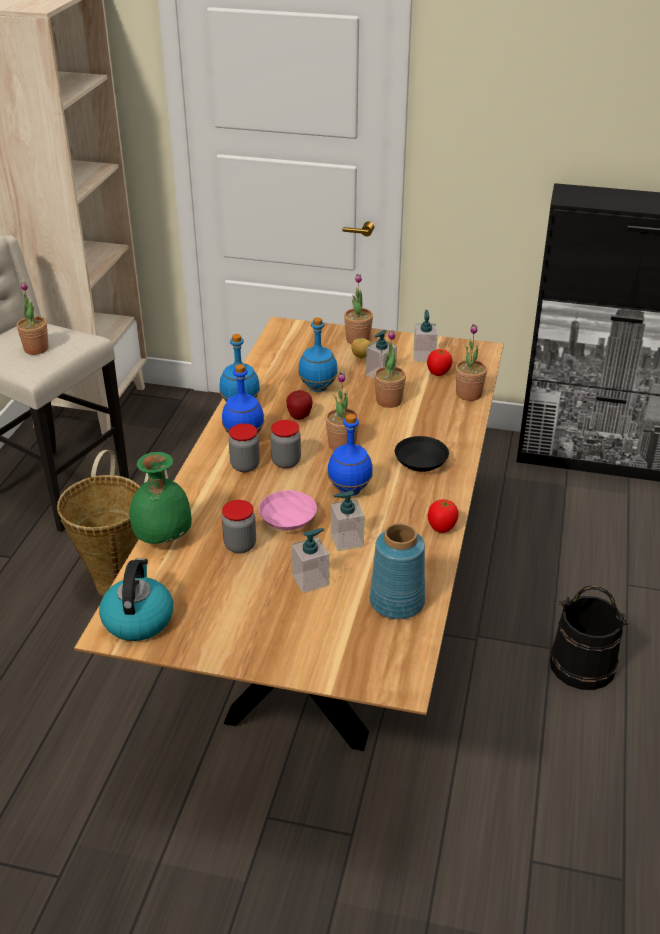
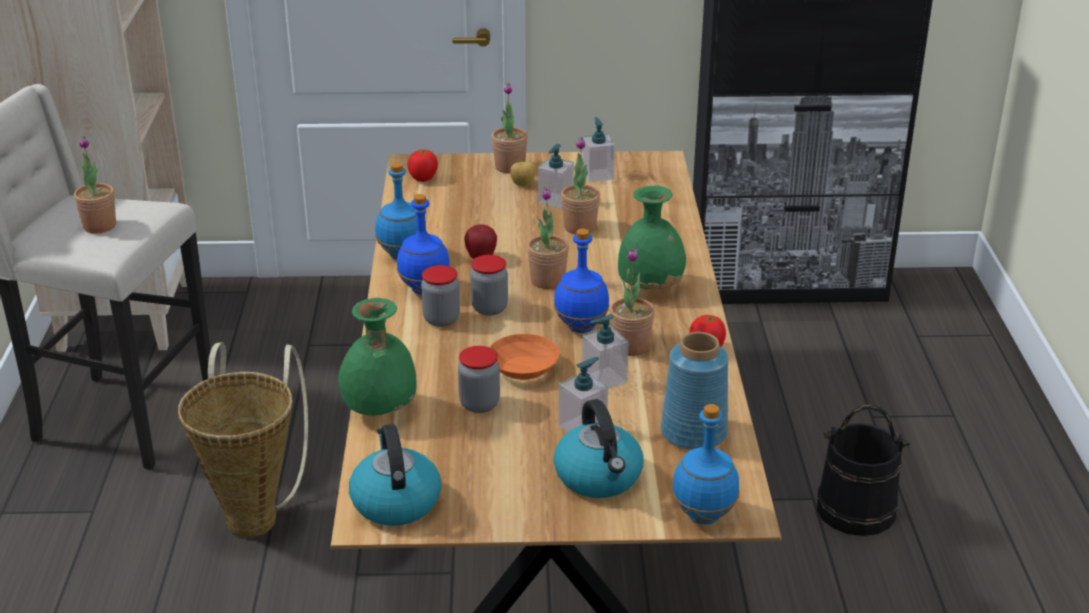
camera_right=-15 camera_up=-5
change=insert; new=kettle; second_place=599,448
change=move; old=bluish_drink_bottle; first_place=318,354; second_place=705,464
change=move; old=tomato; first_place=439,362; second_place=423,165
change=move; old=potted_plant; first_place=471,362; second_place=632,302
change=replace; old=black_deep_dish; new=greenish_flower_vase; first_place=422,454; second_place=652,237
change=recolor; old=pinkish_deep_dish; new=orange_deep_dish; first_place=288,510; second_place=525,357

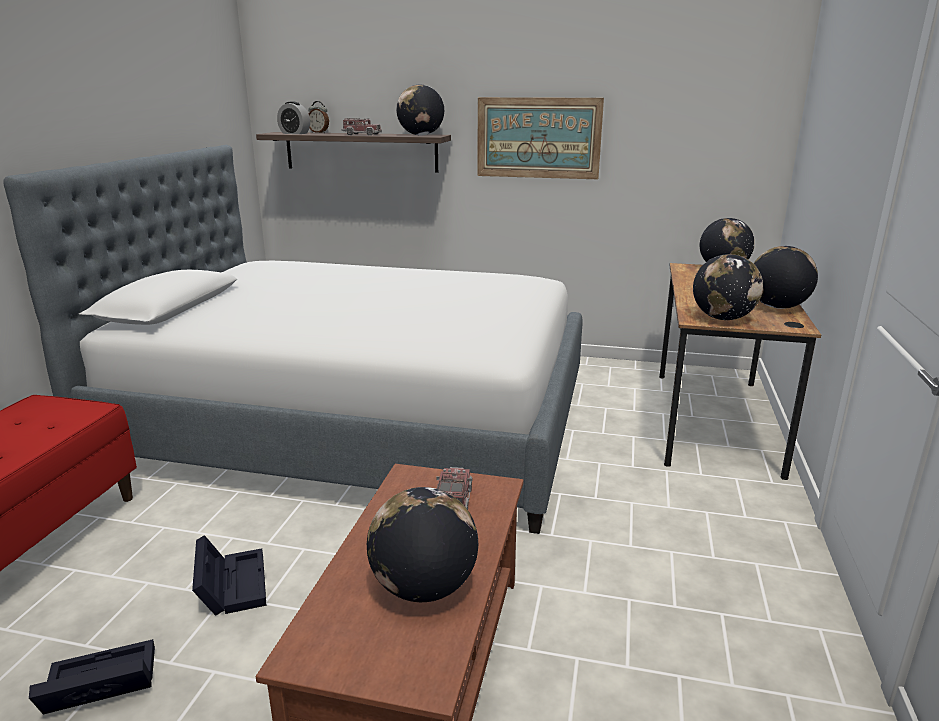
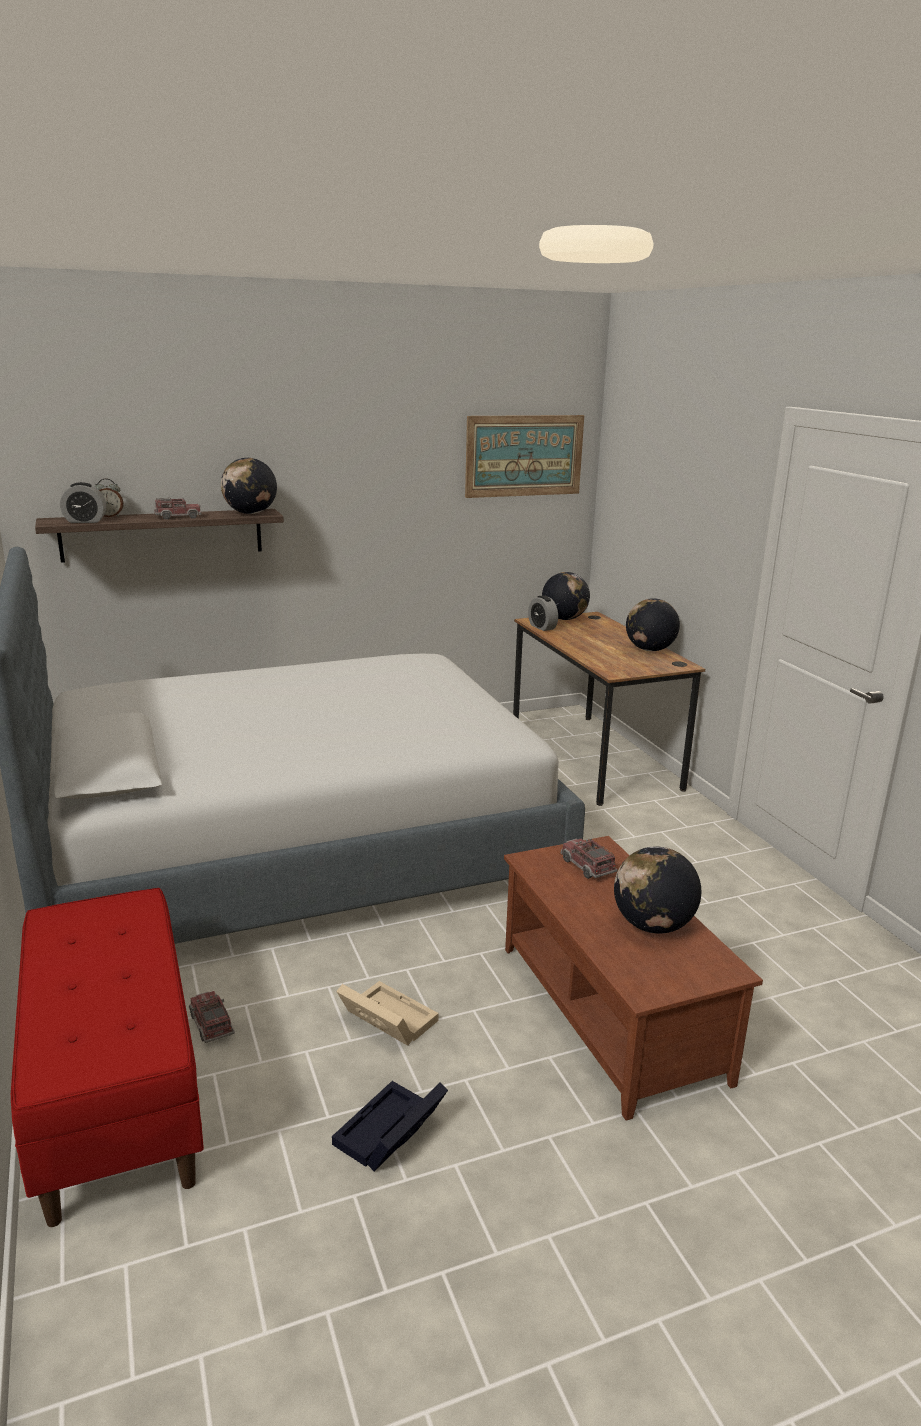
camera_right=-35 camera_up=0
change=delete; old=globe; first_place=728,287
change=insert; new=toy_truck; second_place=212,1017
change=insert; new=bedside_clock; second_place=543,613
change=move; old=wall_art; first_place=540,138; second_place=524,456
change=recolor; old=black_storage_container; new=beige_storage_container; first_place=229,575; second_place=387,1013

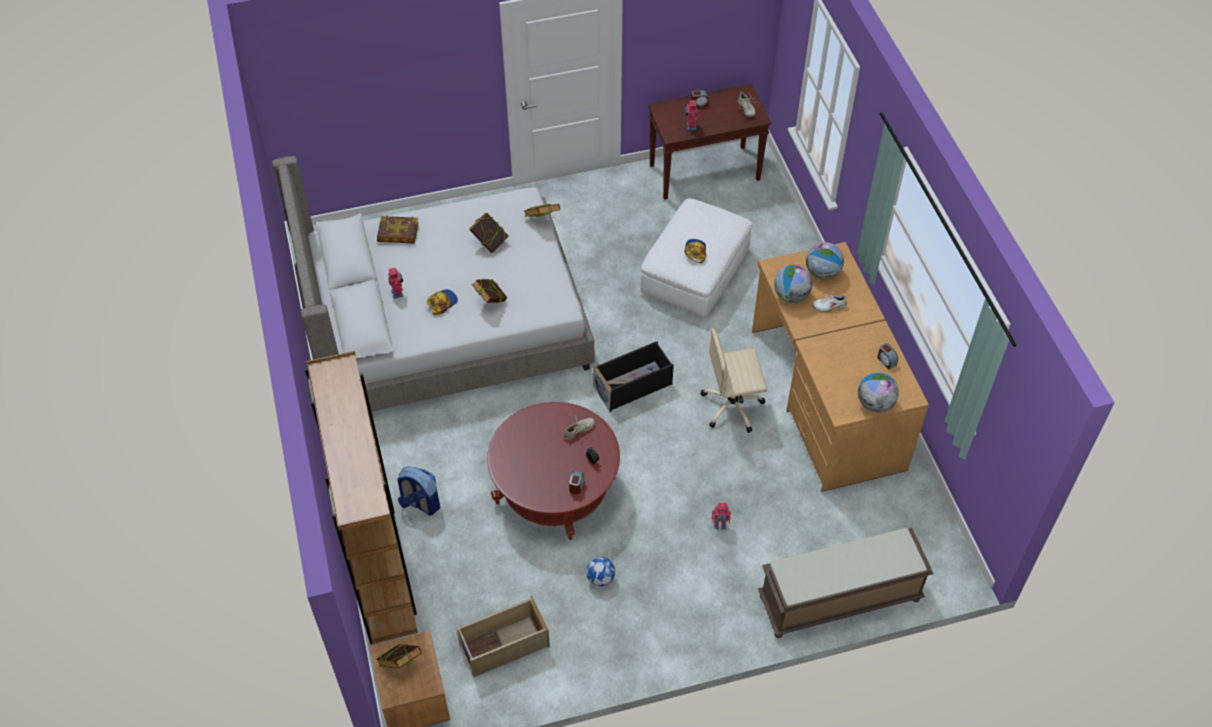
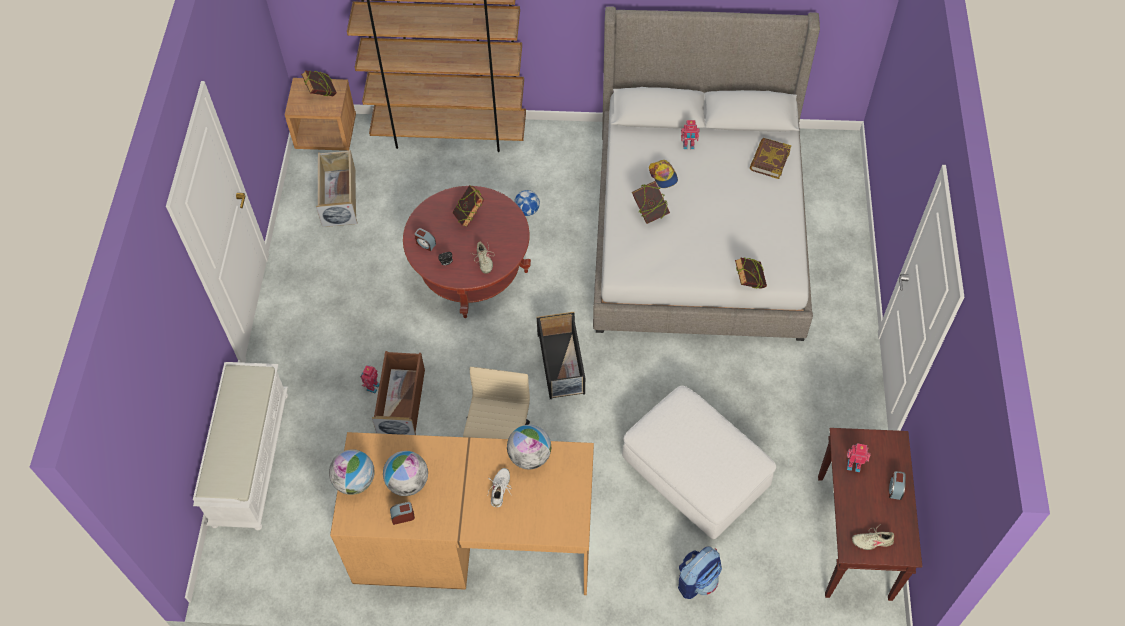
camera_right=110 camera_up=5
change=delete; old=baseball_cap; first_place=695,251
change=insert; new=brown-coloured_storage_container; second_place=398,393
change=move; old=backpack; first_place=418,490; second_place=700,573
change=move; old=volume; first_place=489,233; second_place=468,206
change=move; old=football_ball; first_place=600,571; second_place=527,203
change=move; old=globe; first_place=825,261; second_place=405,473
change=recolor; old=brown-coloured_indoor_bench; new=white_indoor_bench; first_place=846,583; second_place=240,446

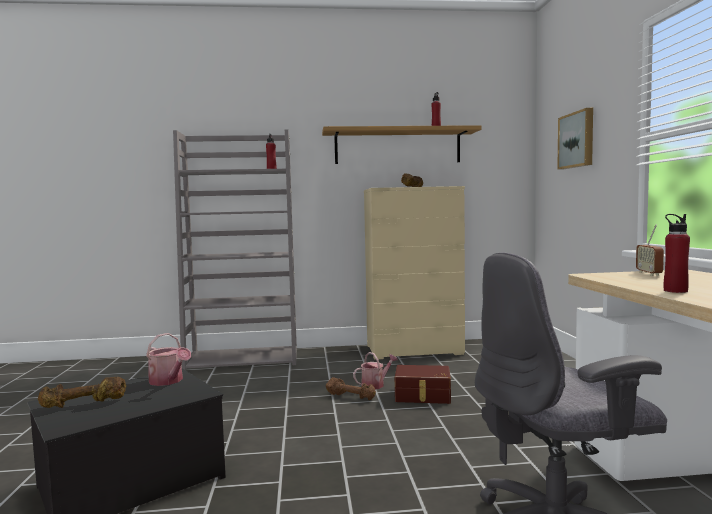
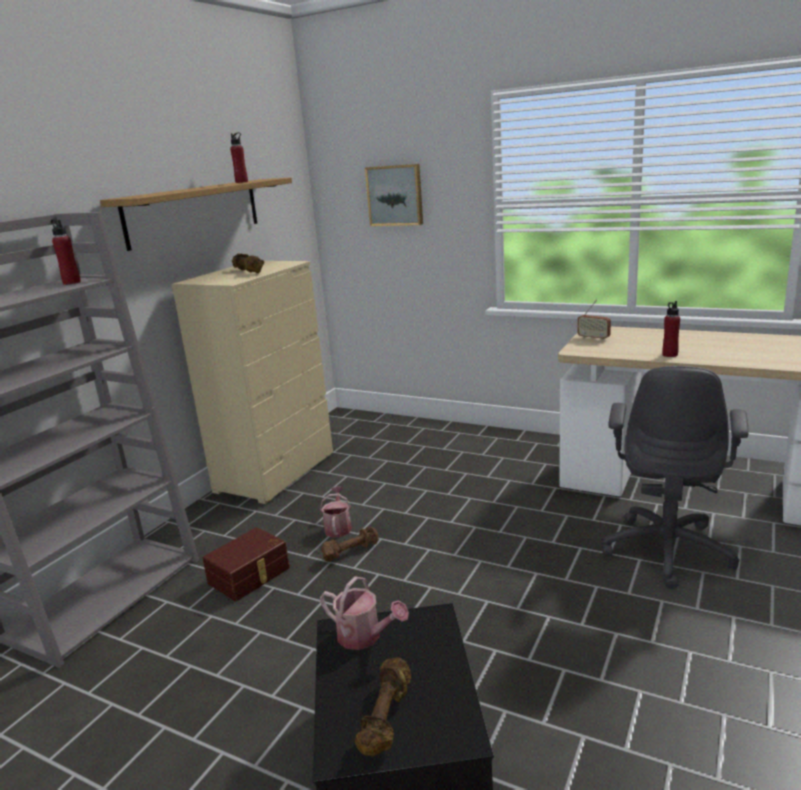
camera_right=-55 camera_up=15
change=move; old=brown-coloured_storage_container; first_place=423,384; second_place=246,564
change=rotate; old=watering_pot; first_place=168,359; second_place=364,613; degrees=45

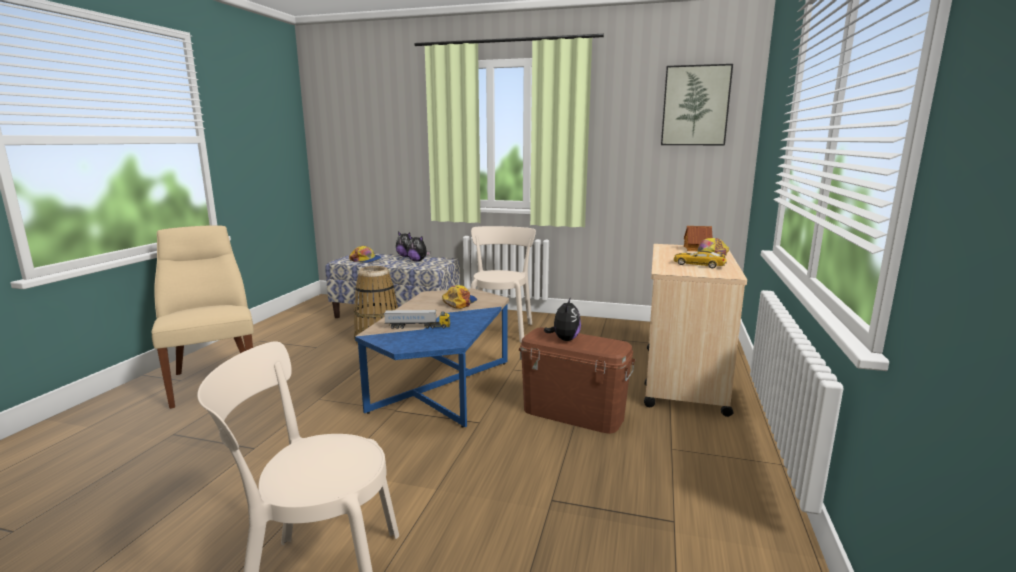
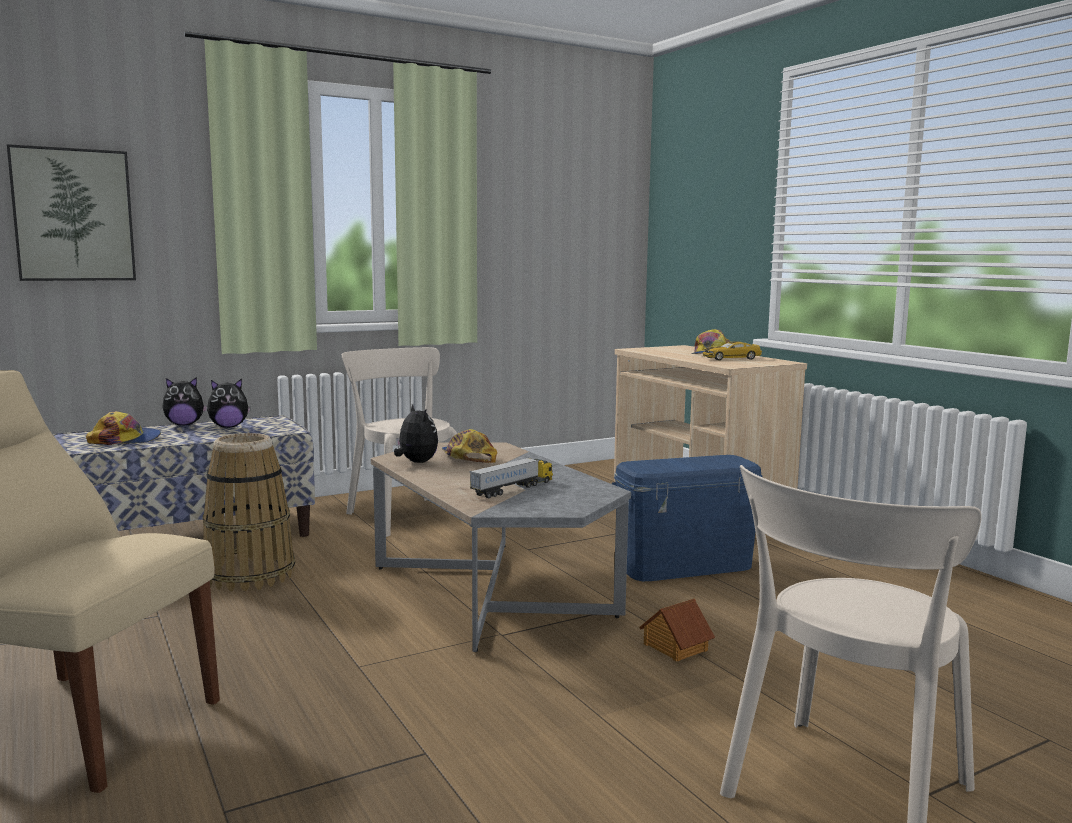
camera_right=-45 camera_up=-5
change=move; old=soft_toy; first_place=562,319; second_place=416,433
change=move; old=wall_art; first_place=697,104; second_place=71,212
change=move; old=model_house; first_place=698,238; second_place=677,629
change=recolor; old=bluish_coffee_table; new=gray_coffee_table; first_place=432,358; second_place=501,547
change=recolor; old=brown-coloured_storage_container; new=bluish_storage_container; first_place=577,380; second_place=687,518

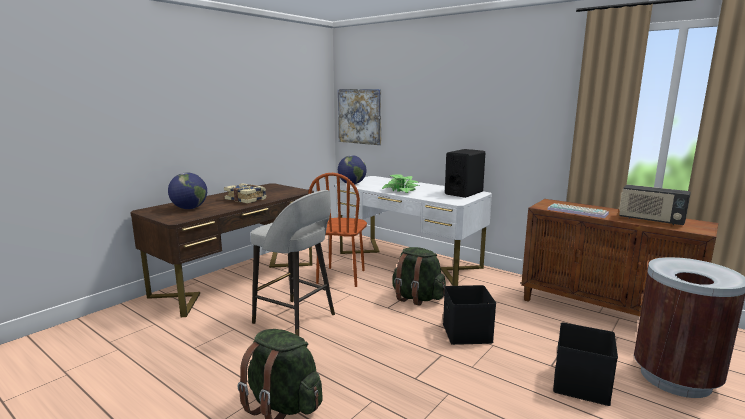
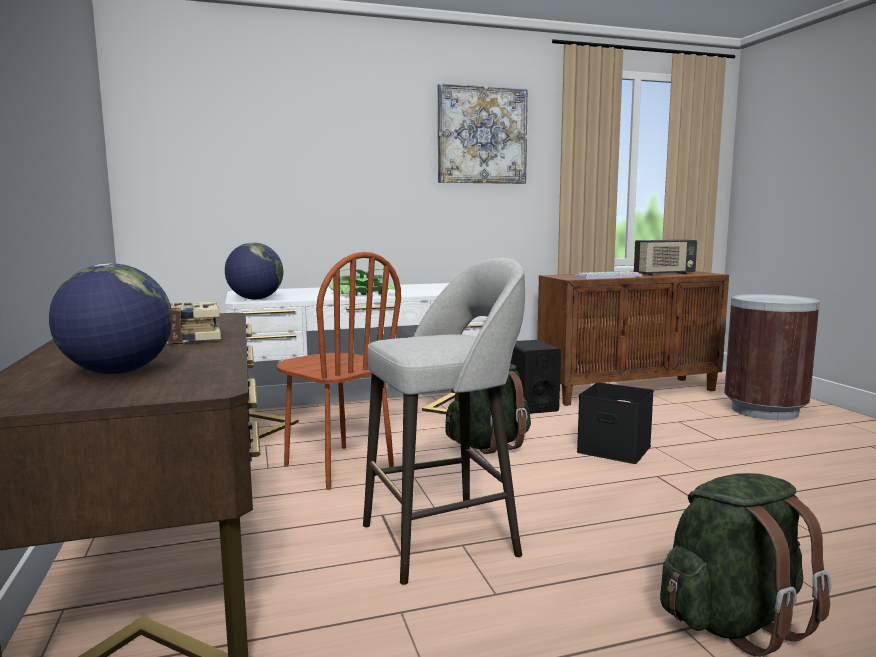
camera_right=-55 camera_up=-5
change=delete; old=black_storage_container; first_place=585,364
change=move; old=wall_art; first_place=359,117; second_place=483,133
change=move; old=black_speaker; first_place=465,173; second_place=535,377

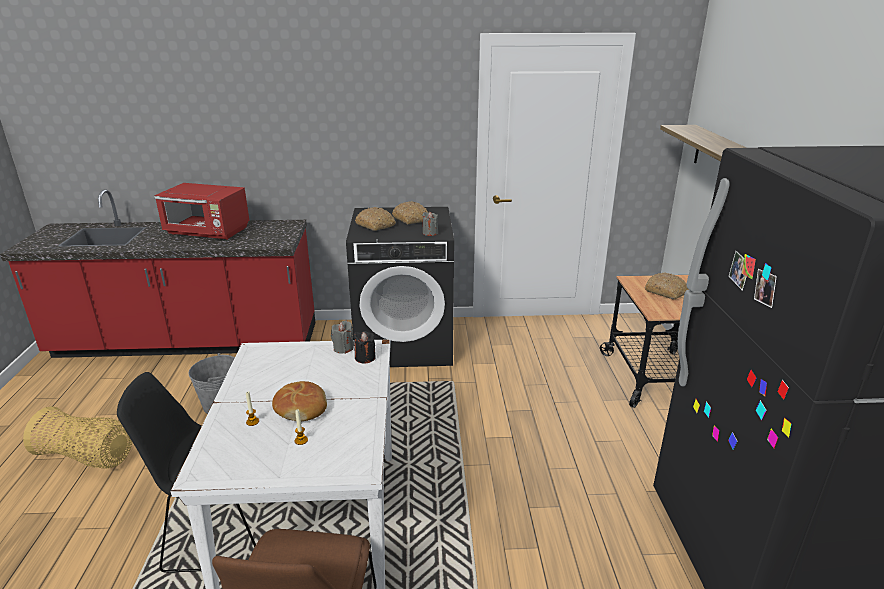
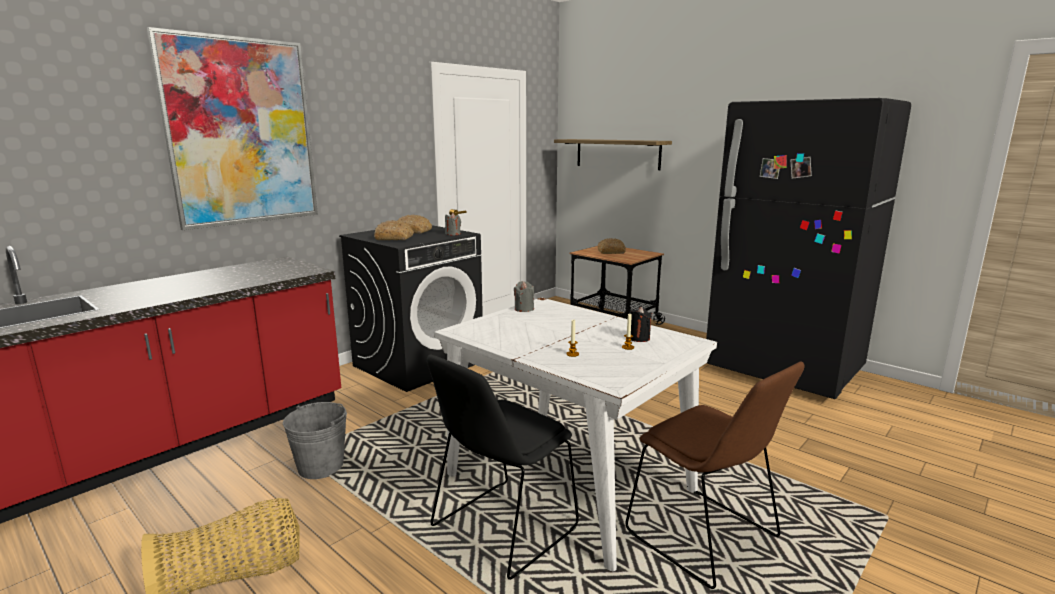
camera_right=-45 camera_up=-10
change=delete; old=red_microwave_oven; first_place=202,211
change=delete; old=baked_bread; first_place=299,401
change=insert; new=wall_art; second_place=232,128
change=move; old=black_candle; first_place=365,347; second_place=640,324

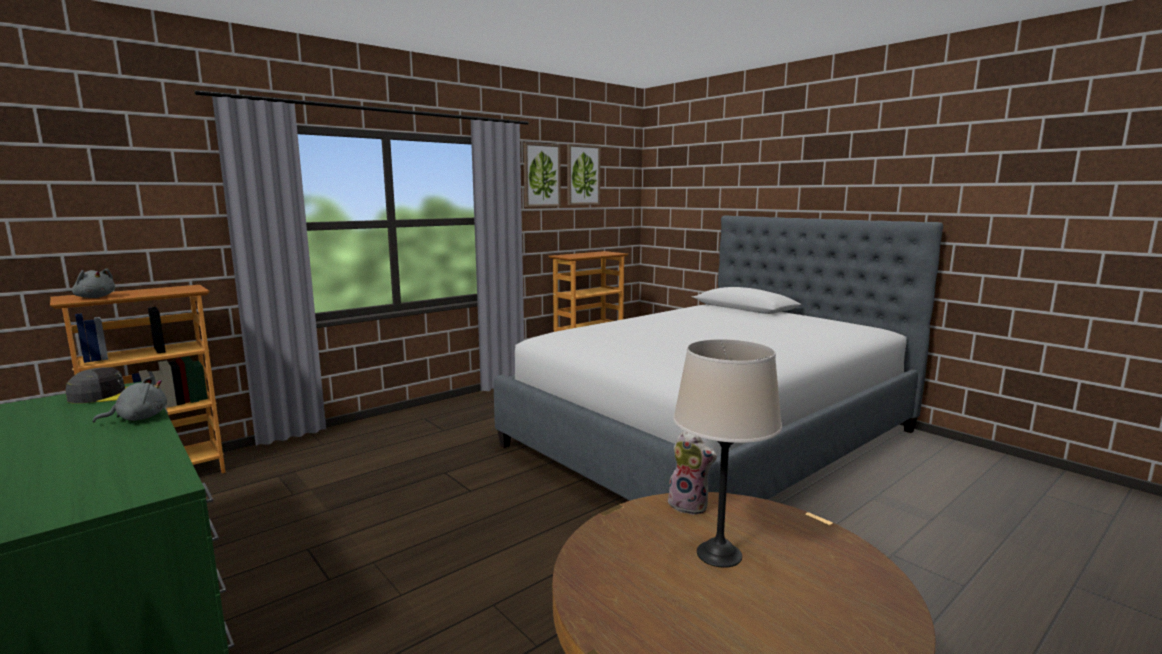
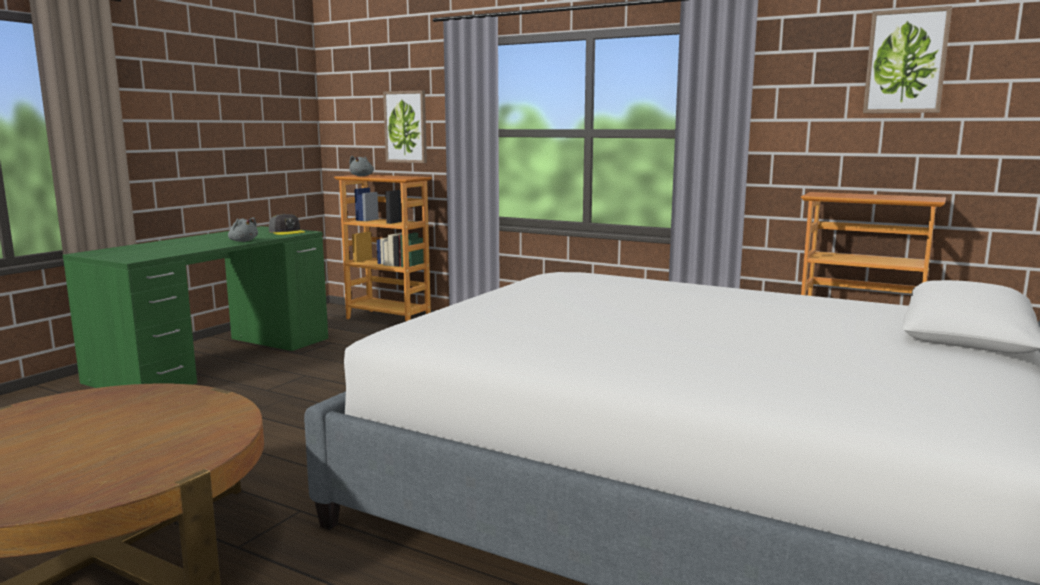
camera_right=70 camera_up=0
change=delete; old=soft_toy; first_place=692,473
change=delete; old=beige_table_lamp; first_place=727,453
change=move; old=wall_art; first_place=542,174; second_place=405,126

